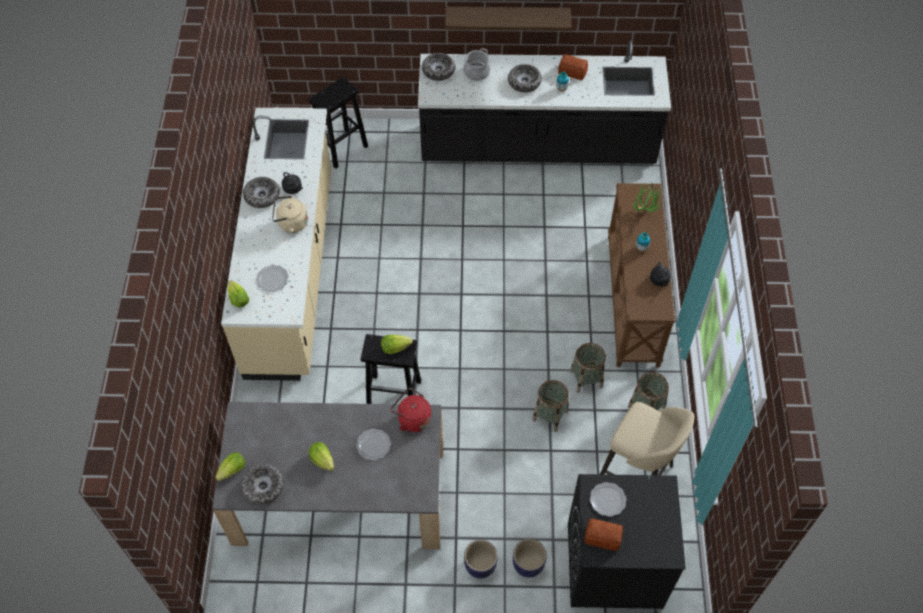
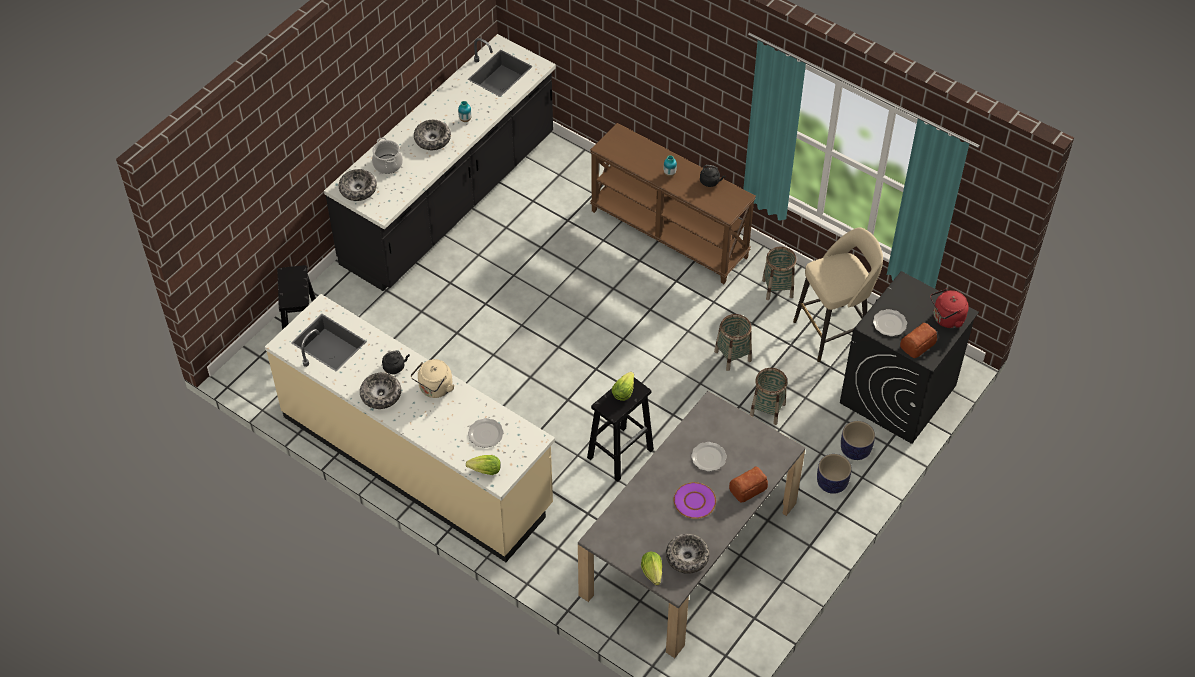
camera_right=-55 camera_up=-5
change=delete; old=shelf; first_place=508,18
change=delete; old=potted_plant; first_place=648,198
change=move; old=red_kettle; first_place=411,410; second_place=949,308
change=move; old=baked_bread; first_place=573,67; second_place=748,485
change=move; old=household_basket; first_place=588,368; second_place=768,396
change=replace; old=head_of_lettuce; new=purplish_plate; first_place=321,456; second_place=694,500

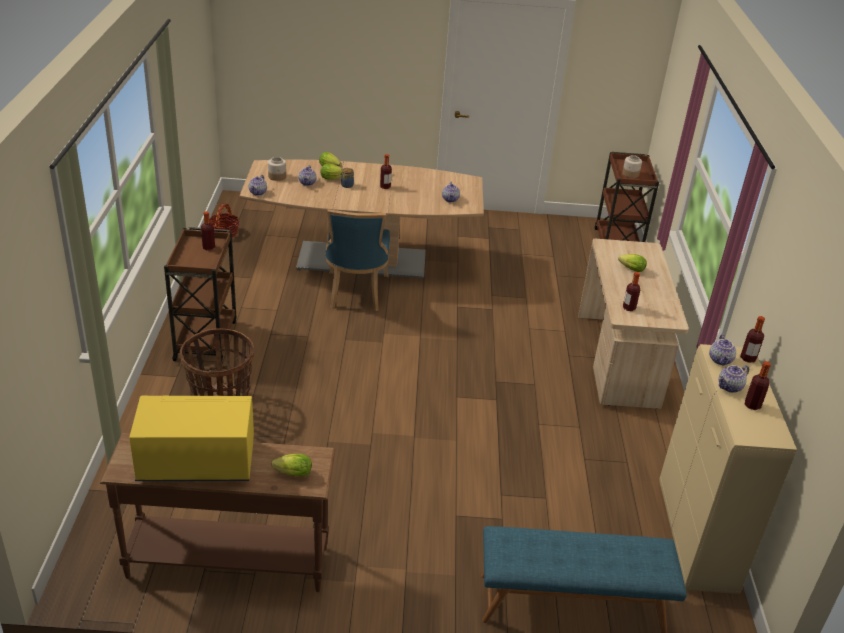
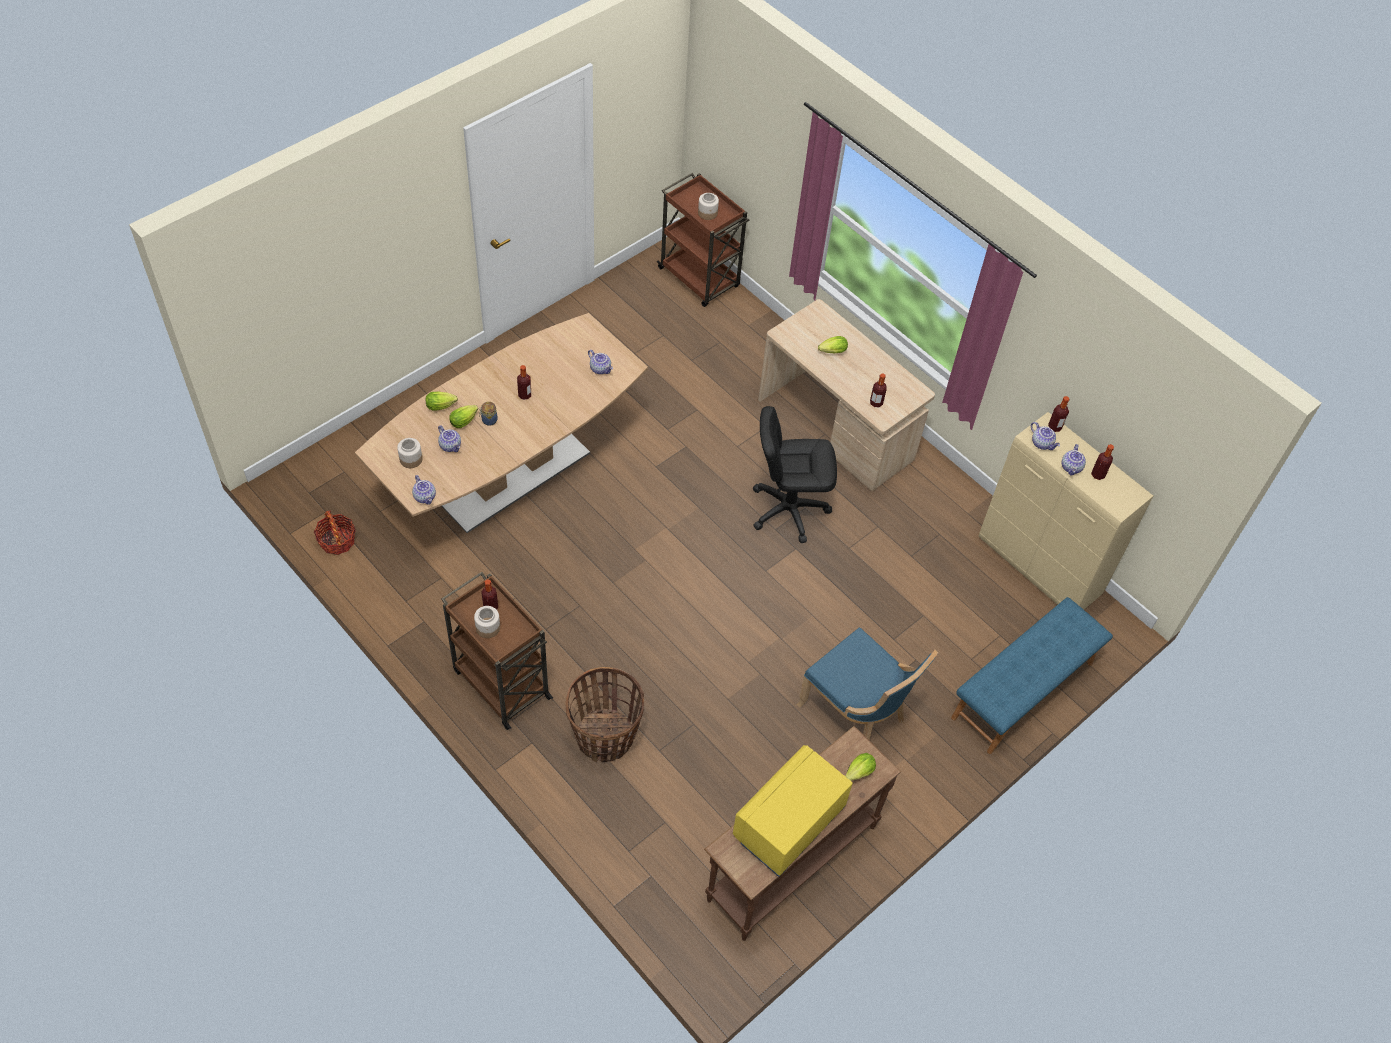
camera_right=-45 camera_up=20
change=insert; new=preserve_jar; second_place=487,622
change=insert; new=black_desk_chair; second_place=795,475
change=move; old=bluish_upright_chair; first_place=358,260; second_place=867,684

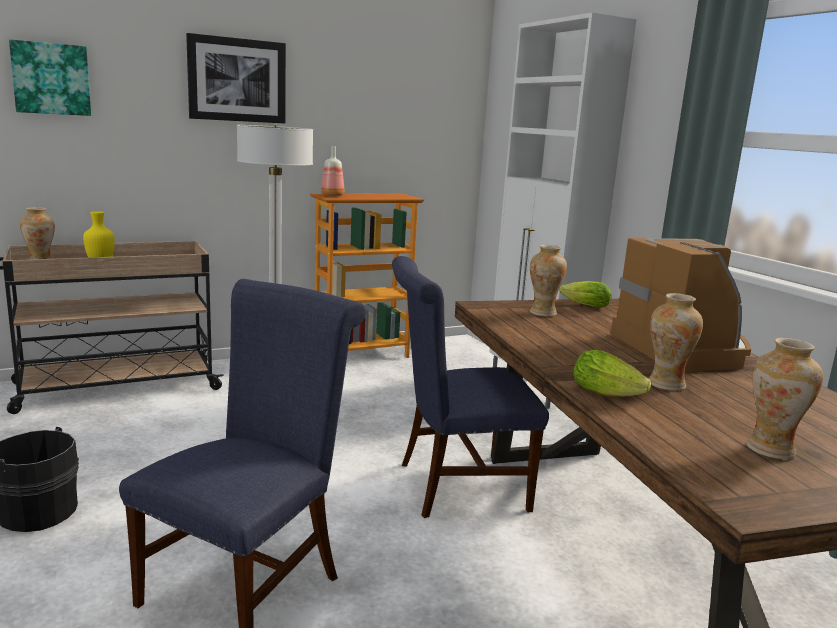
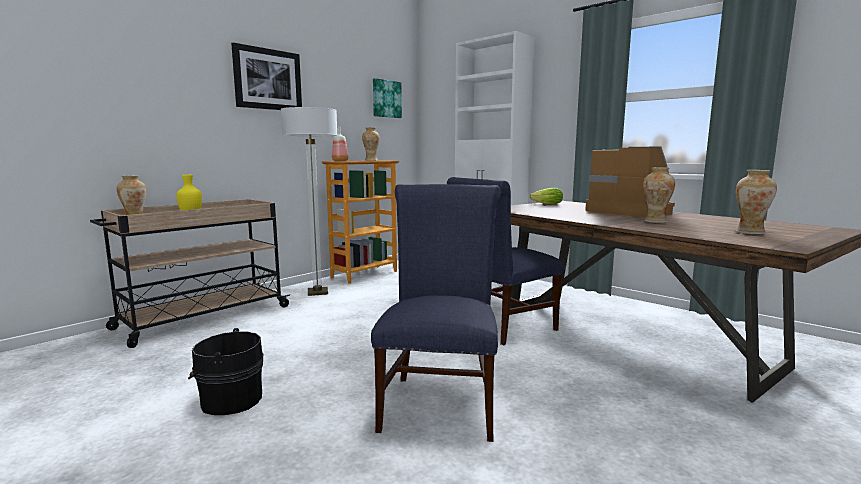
camera_right=-20 camera_up=-5
change=delete; old=head_of_lettuce; first_place=612,373
change=move; old=wall_art; first_place=50,77; second_place=387,98
change=move; old=flower_vase; first_place=548,281; second_place=371,144

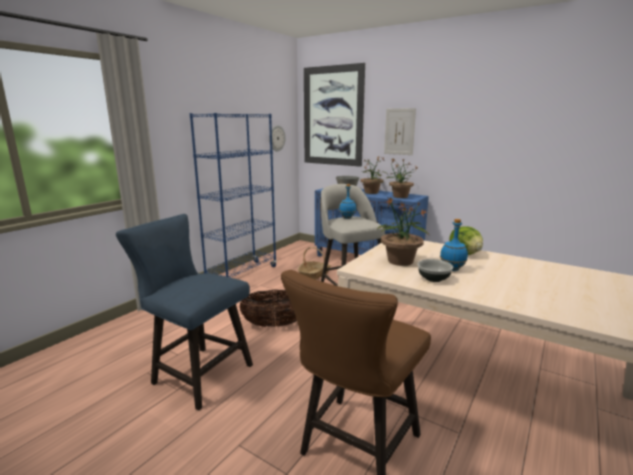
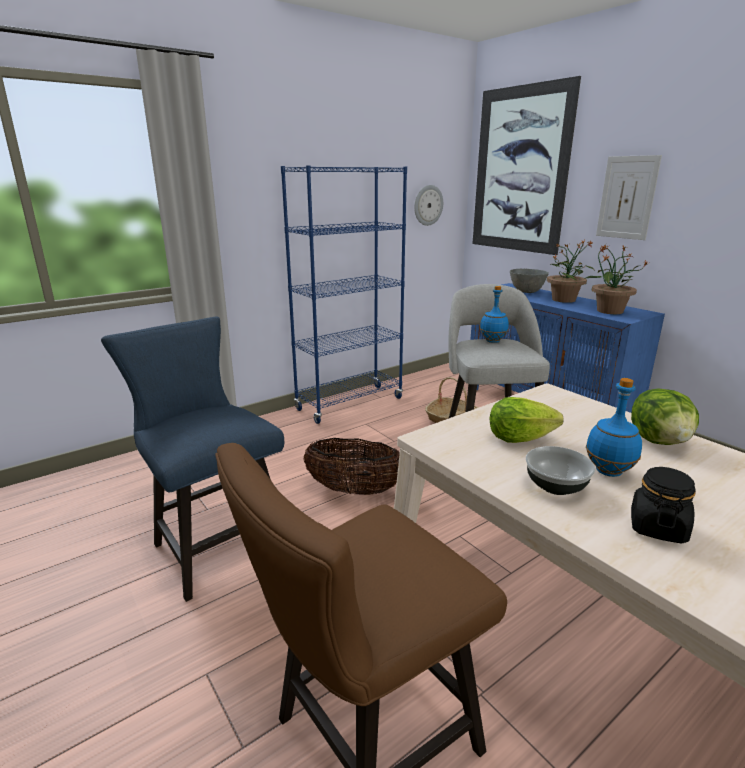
camera_right=20 camera_up=5
change=insert; new=black_preserve_jar; second_place=663,505
change=replace; old=potted_plant; new=head_of_lettuce; first_place=403,231; second_place=527,420

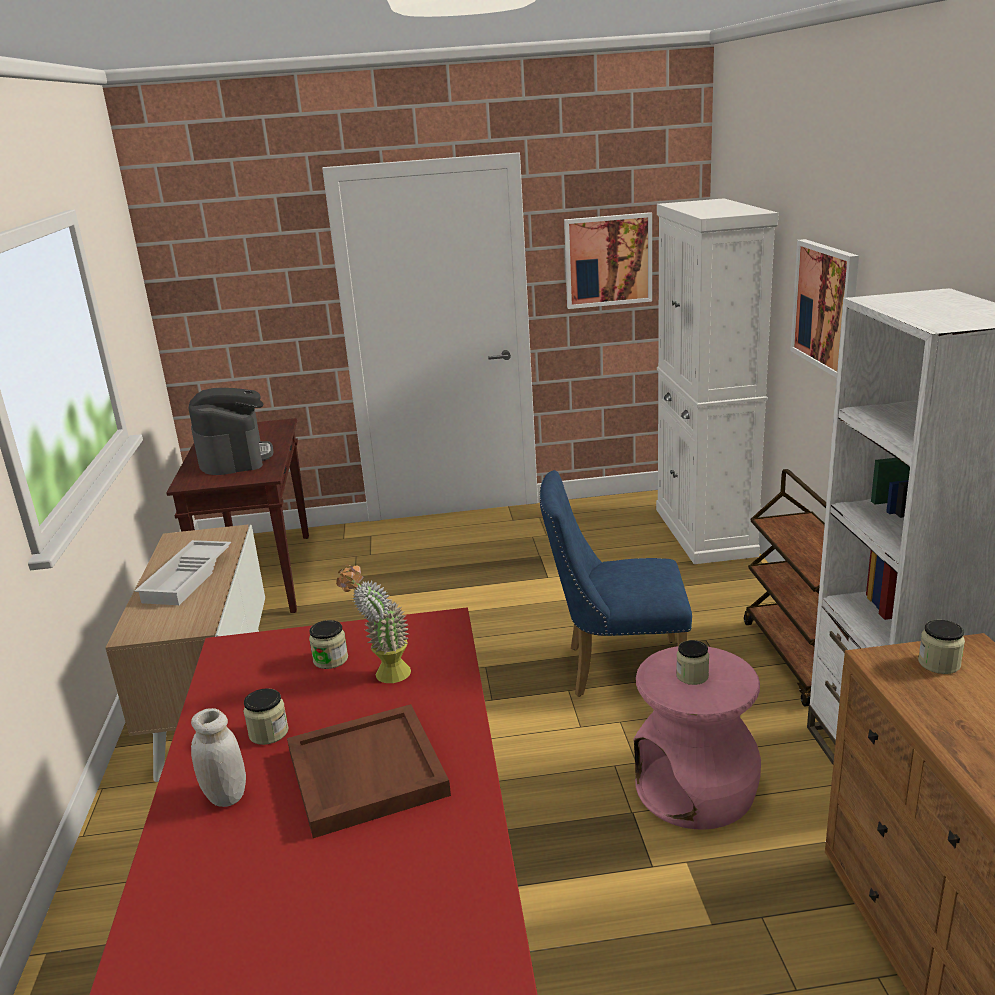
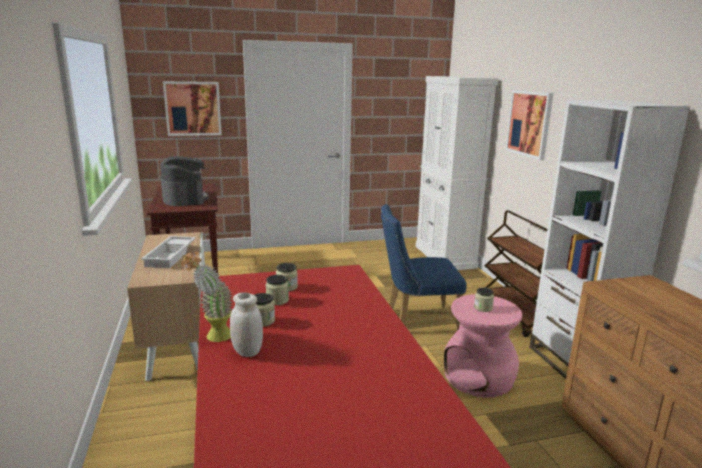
camera_right=-10 camera_up=-5
change=delete; old=brown-coloured_tray; first_place=369,771
change=move; old=potted_plant; first_place=373,624; second_place=207,296
change=move; old=wall_art; first_place=608,260; second_place=192,108
change=move; old=preserve_jar; first_place=941,647; second_place=277,290

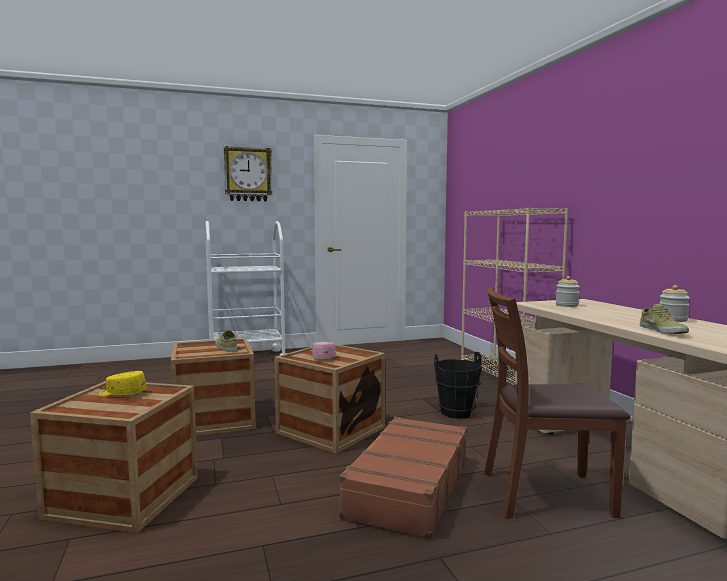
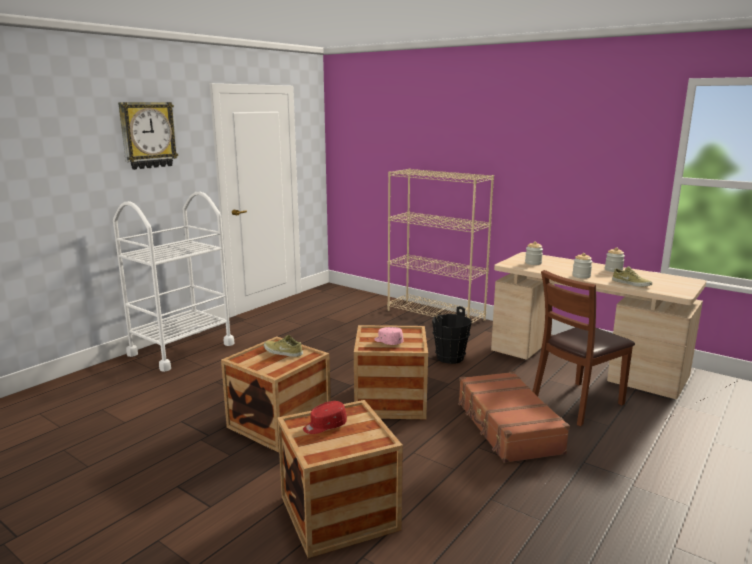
camera_right=-35 camera_up=10
change=insert; new=preserve_jar; second_place=582,266
change=recolor; old=yellowish_baseball_cap; new=red_baseball_cap; first_place=123,383; second_place=325,417

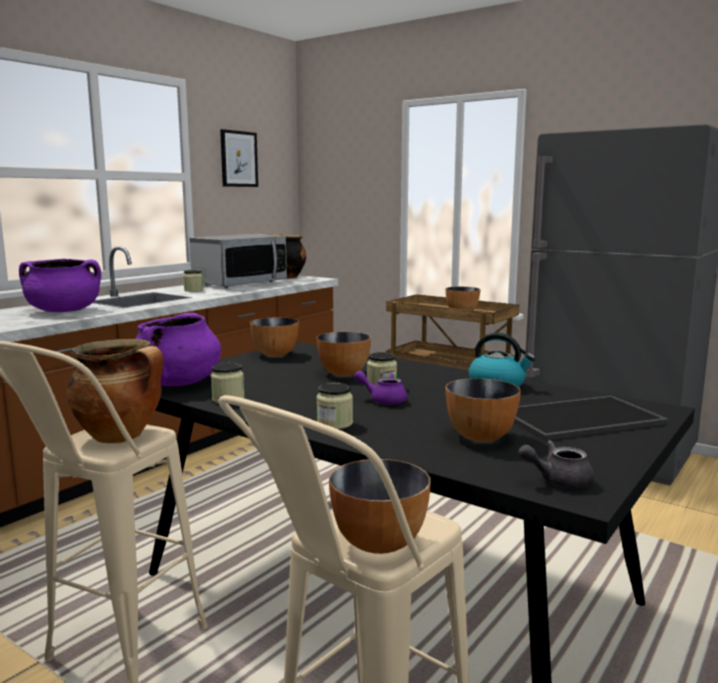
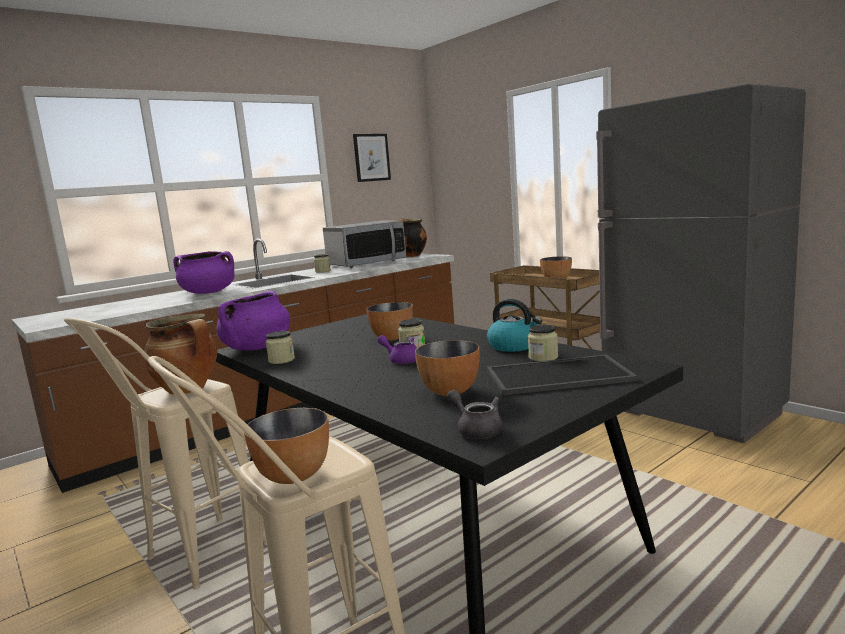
camera_right=15 camera_up=0
change=delete; old=deep_dish; first_place=274,337
change=move; old=preserve_jar; first_place=335,406; second_place=543,342
change=rotate; old=gray_teapot; first_place=556,464; second_place=475,414; degrees=45

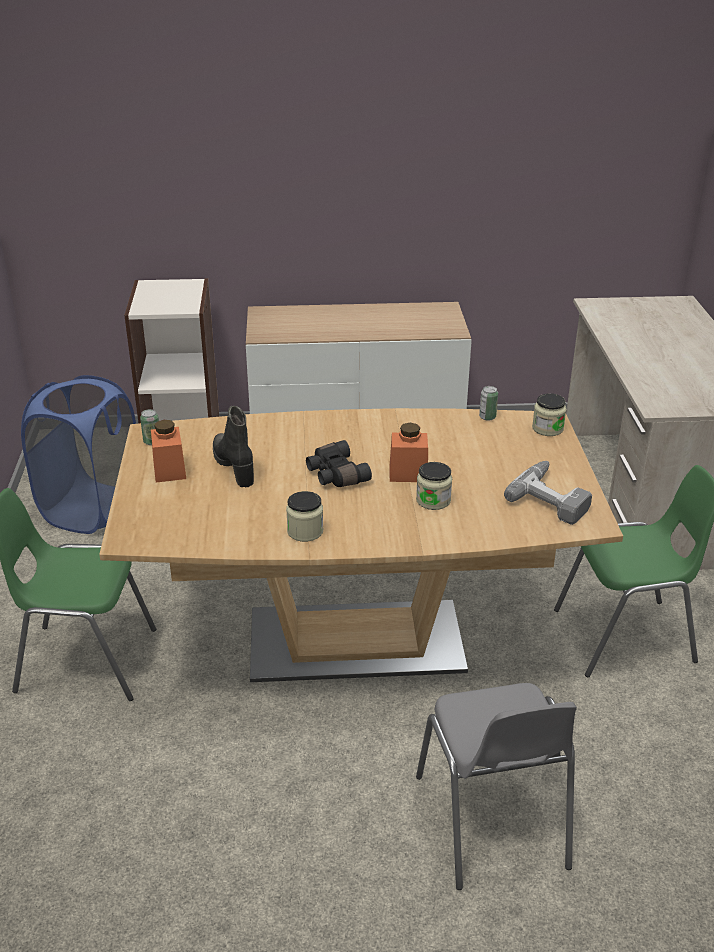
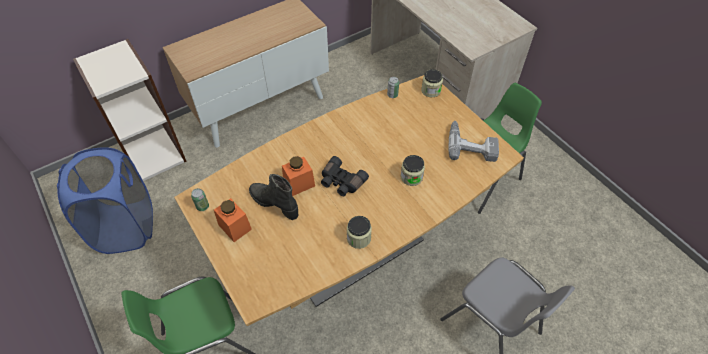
camera_right=-30 camera_up=20
change=move; old=orange_preserve_jar; first_place=409,452; second_place=298,176

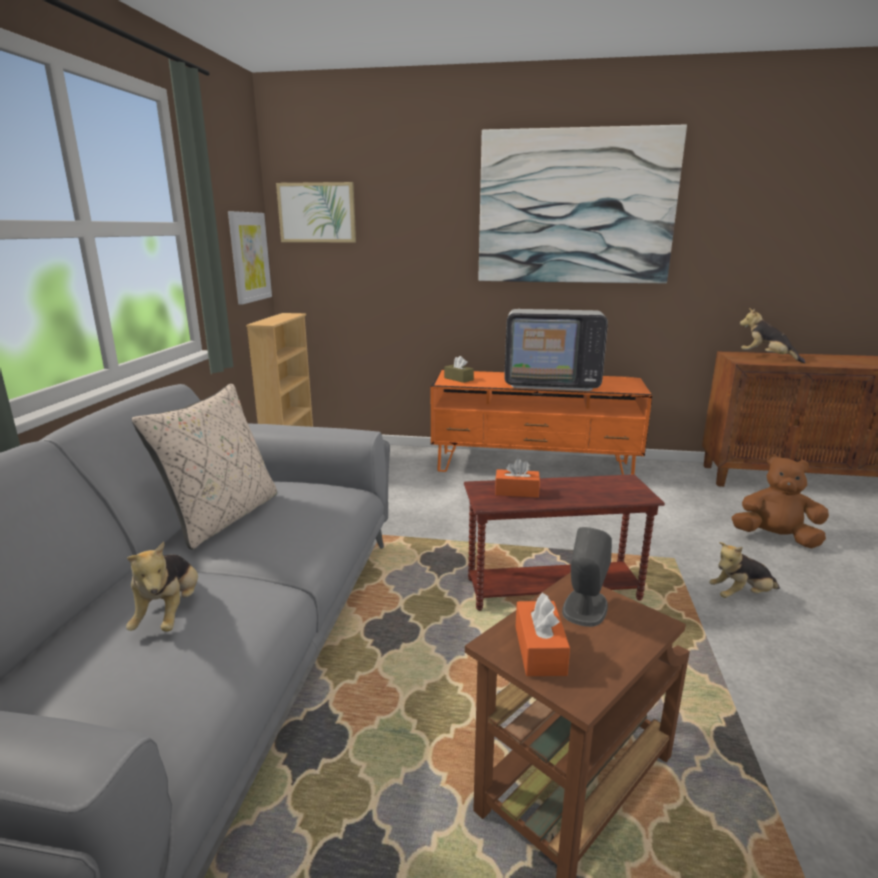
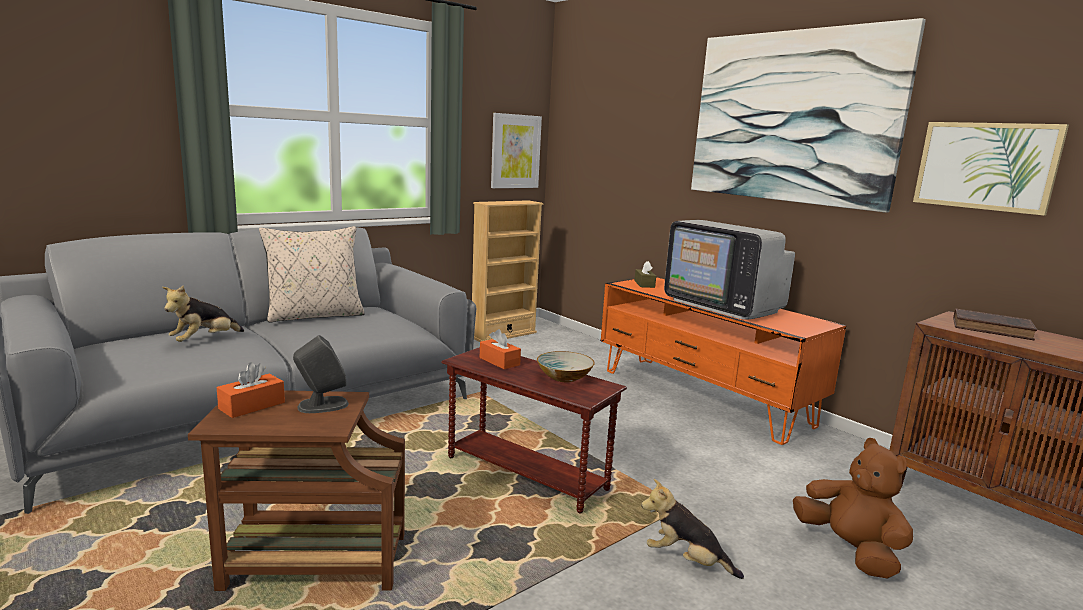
camera_right=40 camera_up=-5
change=insert; new=deep_dish; second_place=566,366
change=move; old=wall_art; first_place=316,212; second_place=991,169
change=replace; old=soft_toy; new=brown-coloured_volume; first_place=772,335; second_place=995,324

